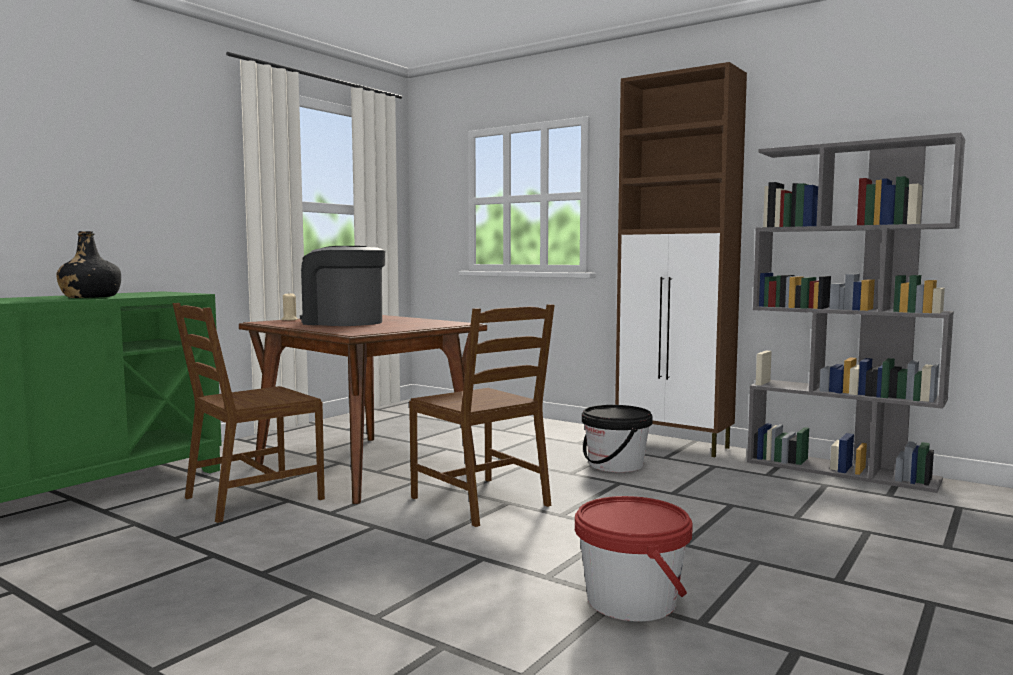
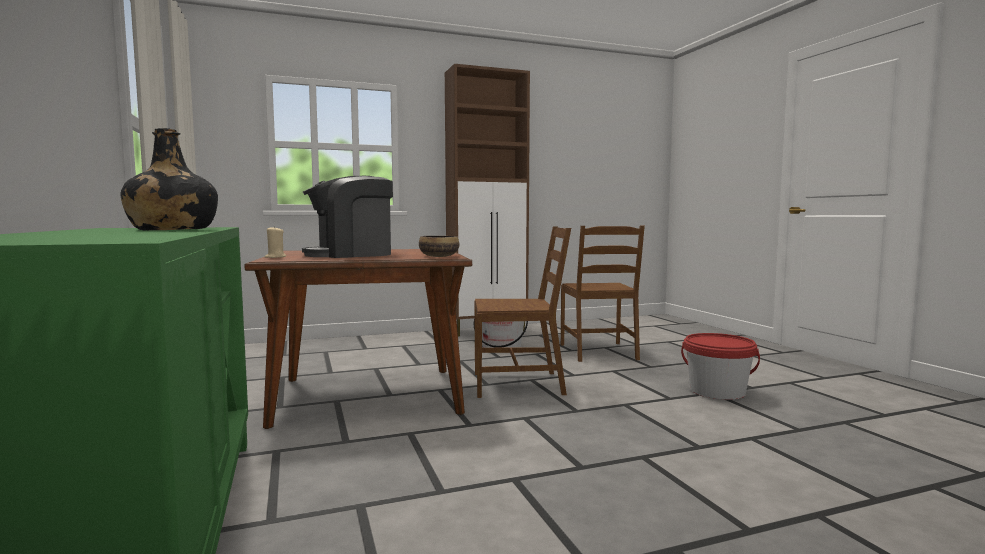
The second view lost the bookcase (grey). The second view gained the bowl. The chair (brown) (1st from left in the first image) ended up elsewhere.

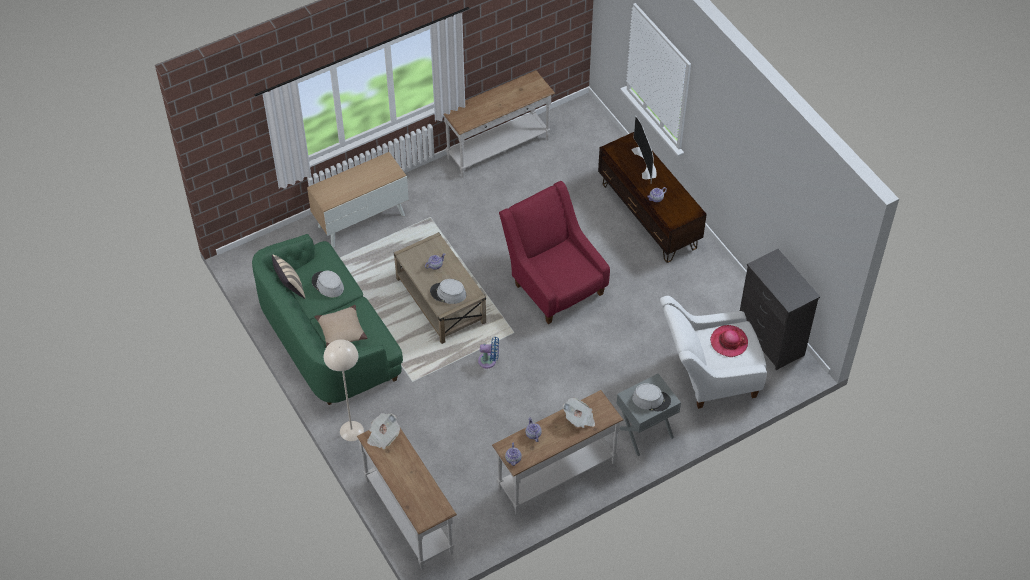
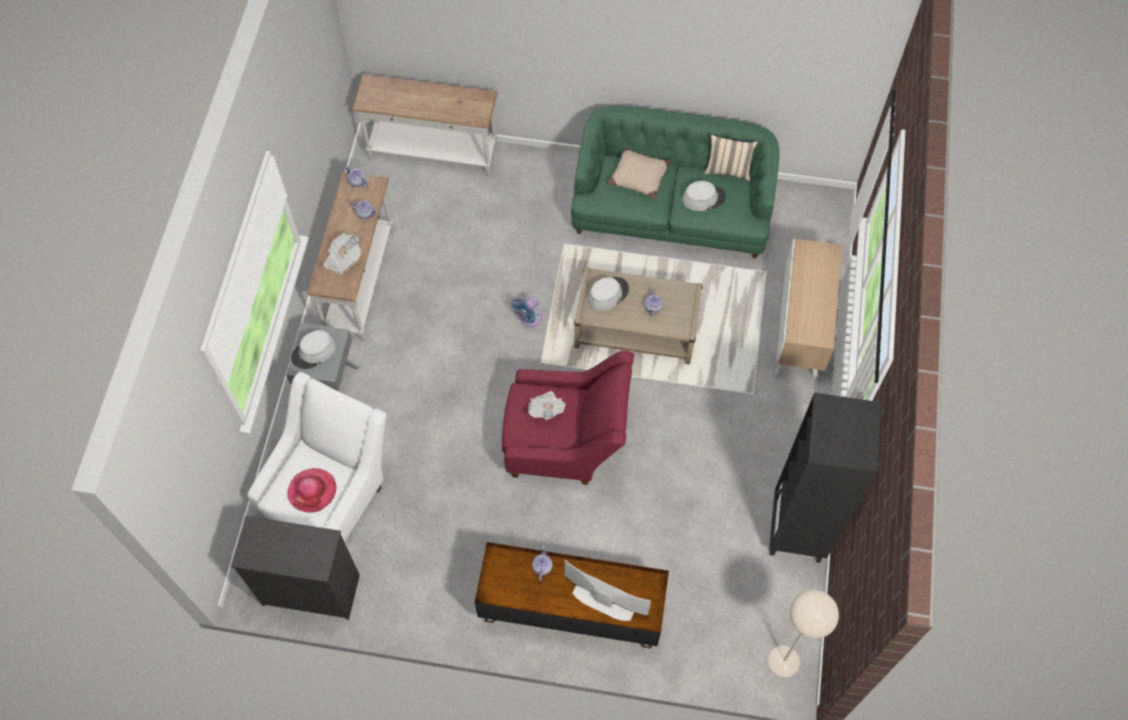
The floor lamp (beige) ended up elsewhere. The newspaper (1st from left in the first image) ended up elsewhere. Where the console table (white) (2nd from left) stood, the bookcase (black) came to stand.

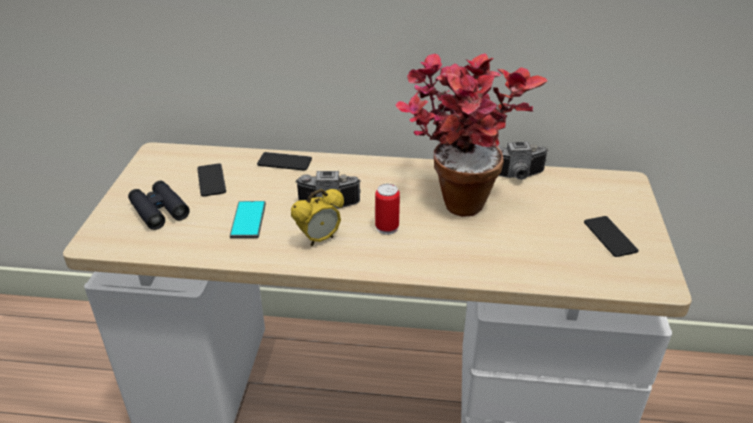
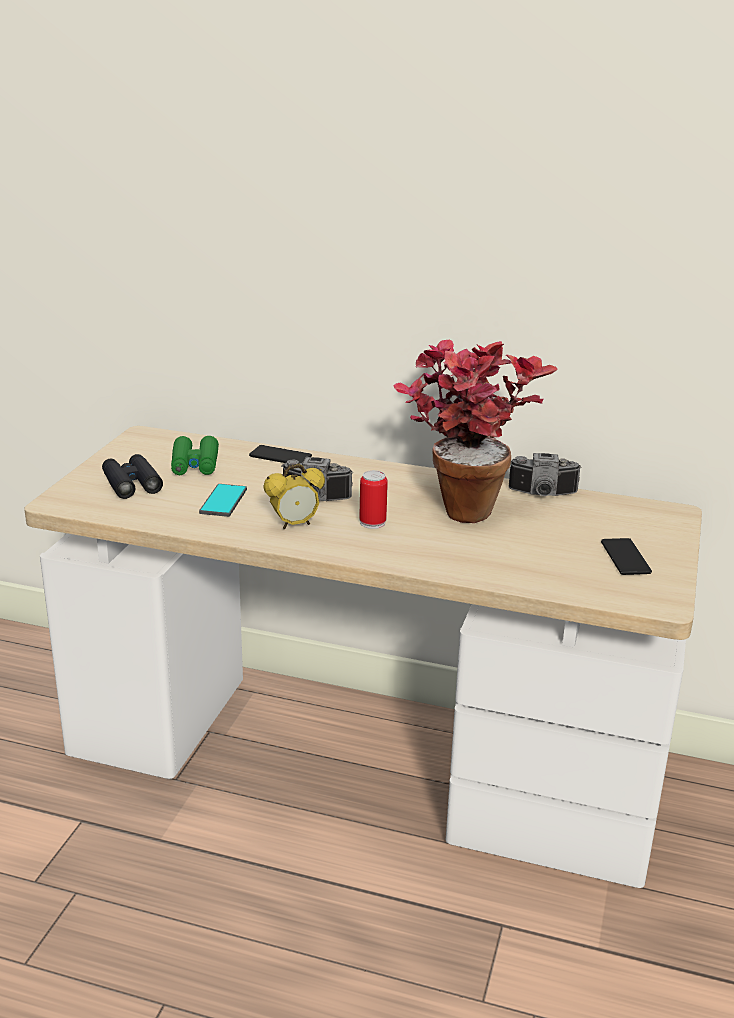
Where the phone (1st from left) stood, the binoculars (green) came to stand.

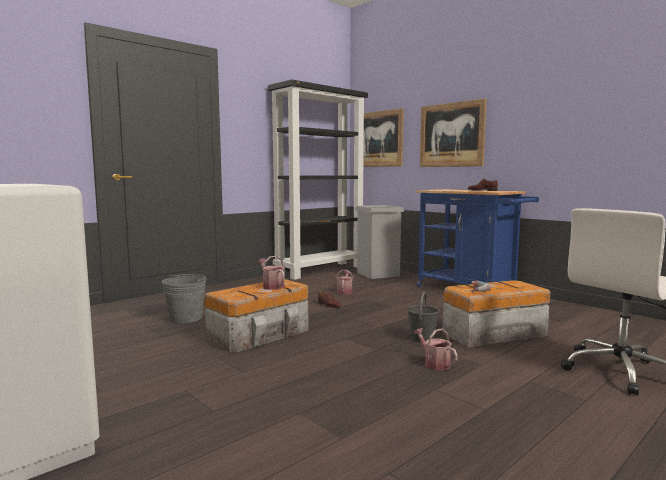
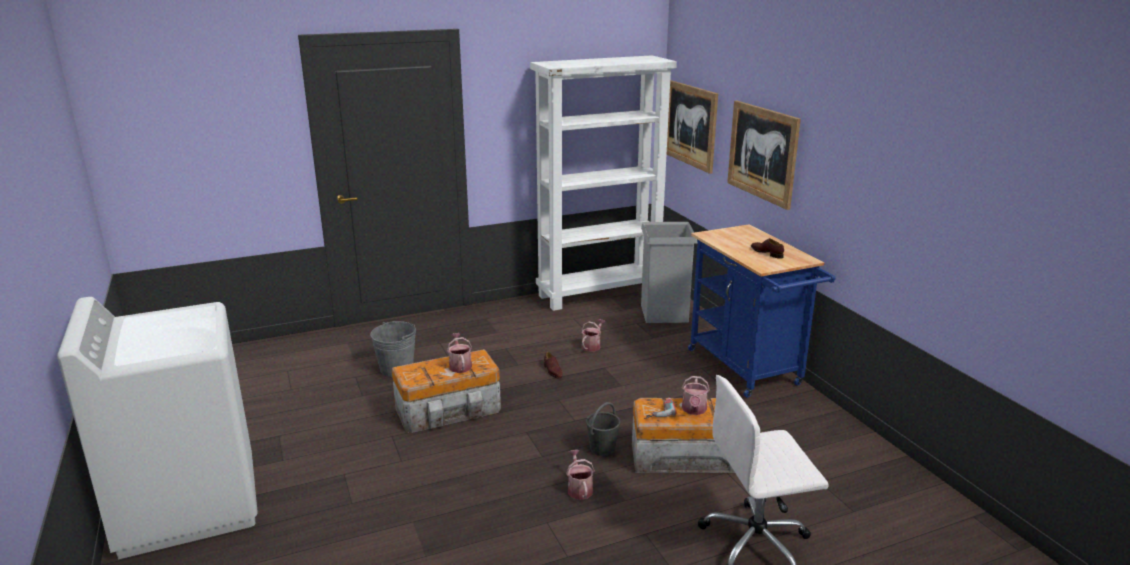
The second view gained the watering can (4th from left). What was the bookcase (black) turned into the bookcase (white).

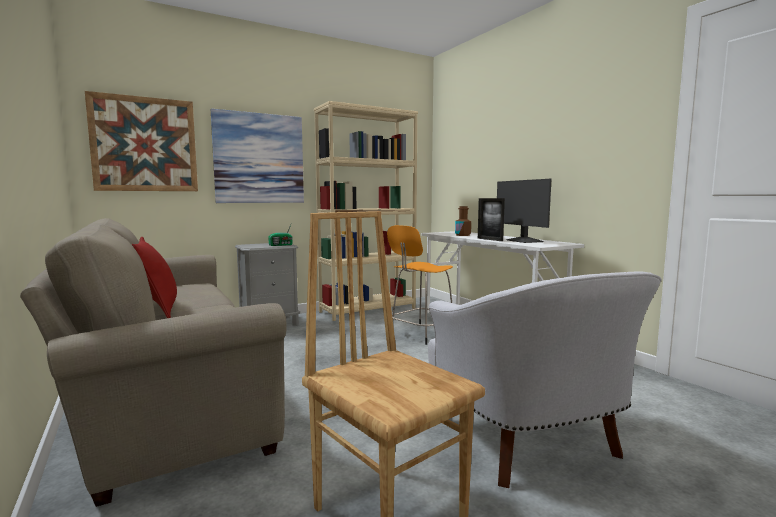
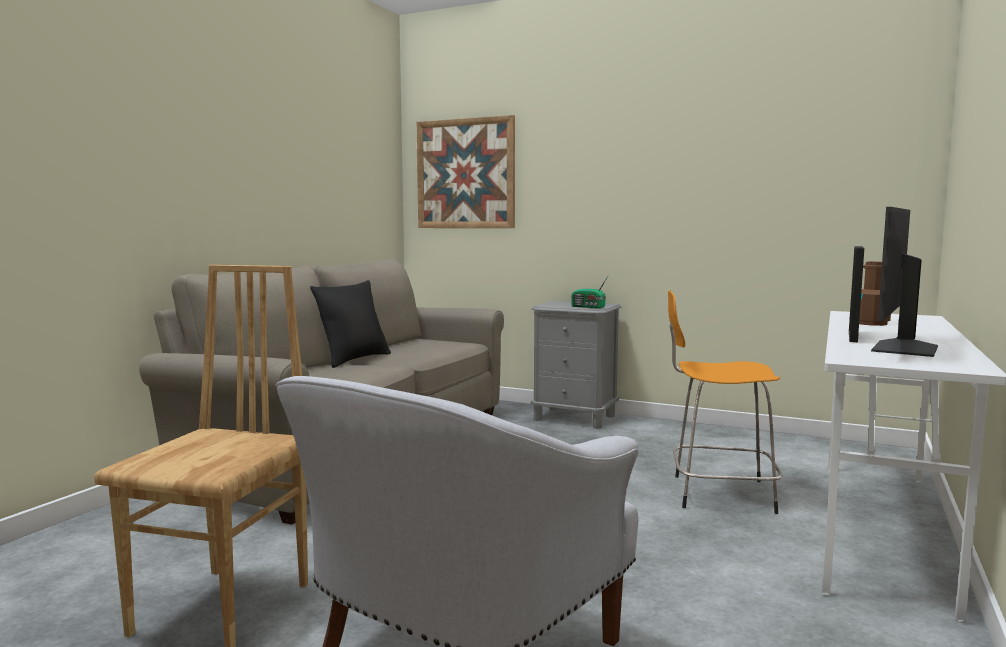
The second view lost the picture (2nd from left). The second view lost the bookcase (beige). What was the pillow (red) turned into the pillow (black).

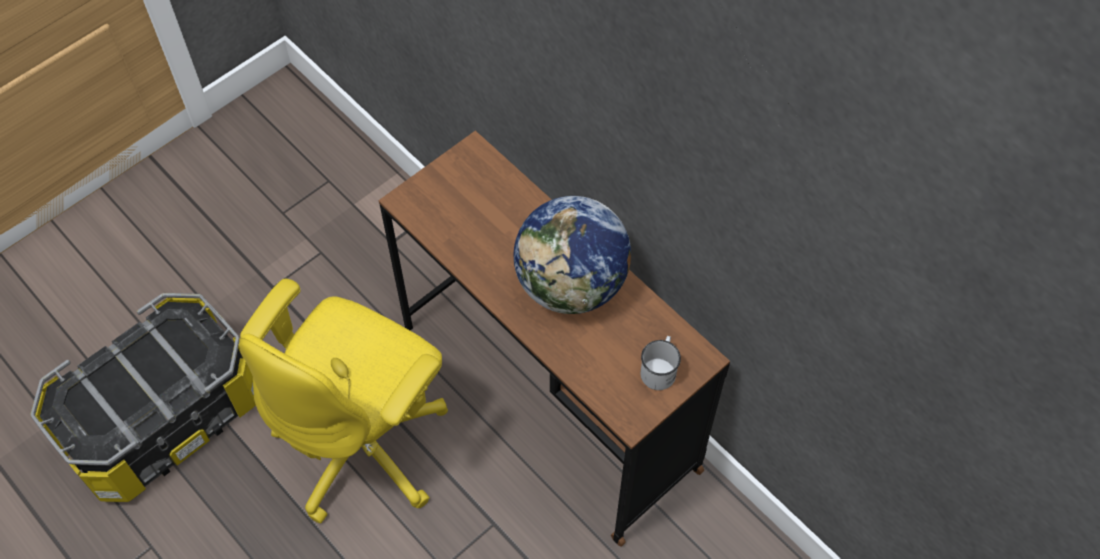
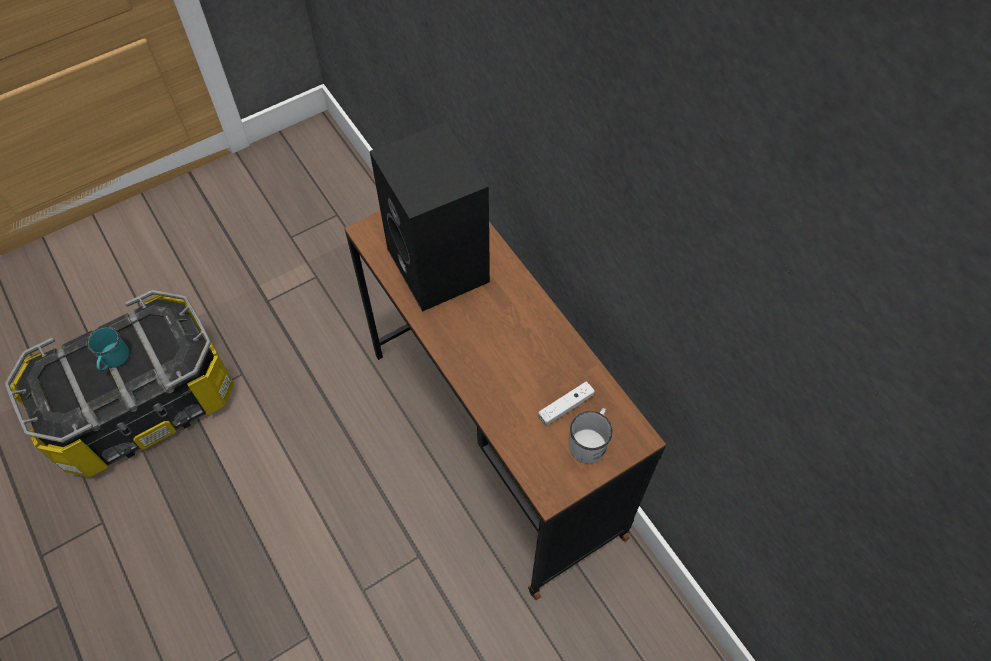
The second view lost the office chair (yellow). The second view lost the globe. The second view gained the mug (turquoise). The second view gained the speaker (black). The second view gained the game controller (white).

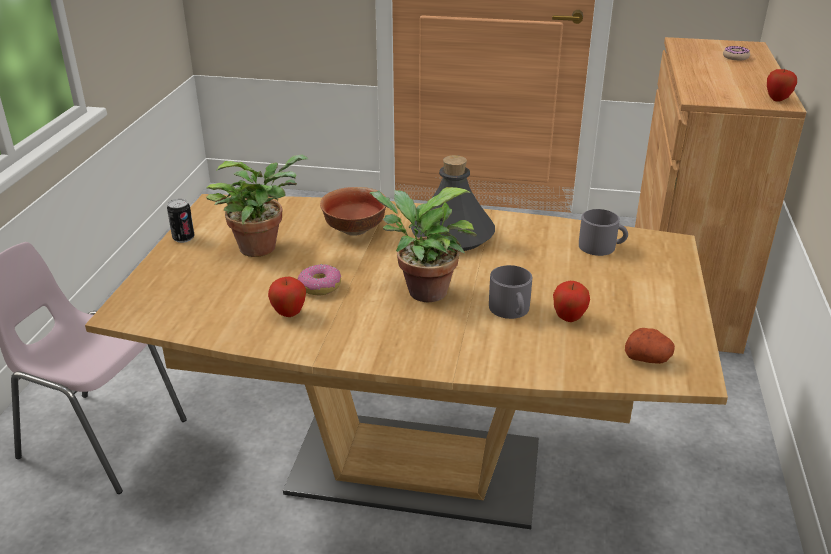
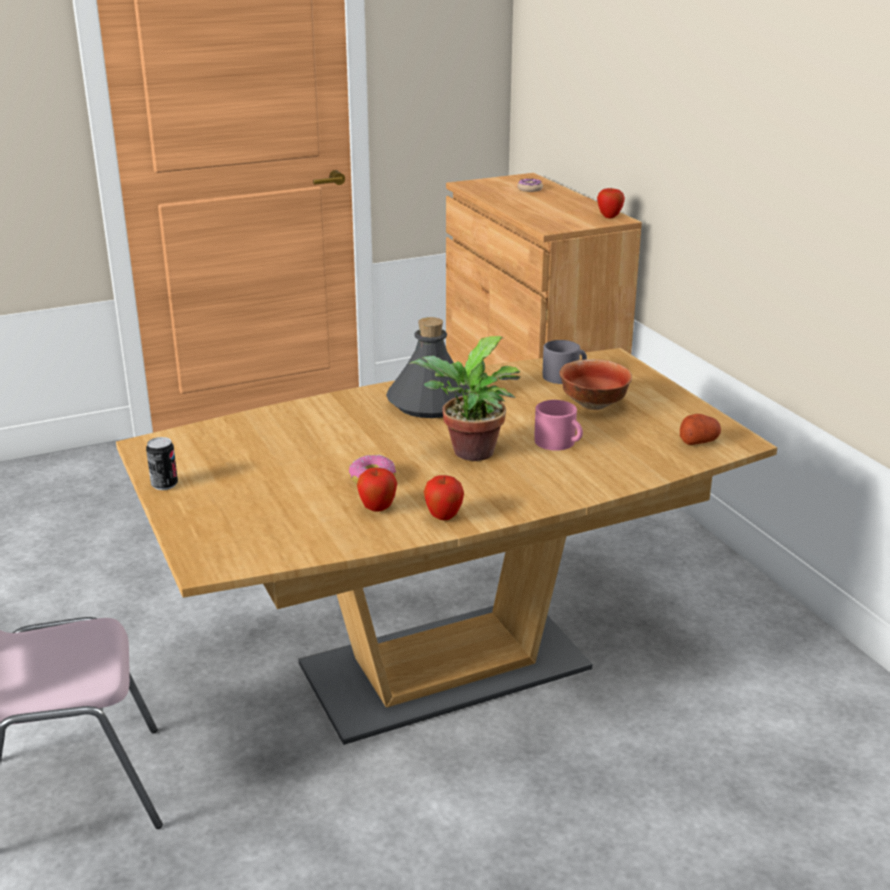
The second view lost the potted plant (1st from left). The bowl ended up elsewhere. The apple (2nd from left) ended up elsewhere. What was the mug (grey) (1st from left) turned into the mug (pink).

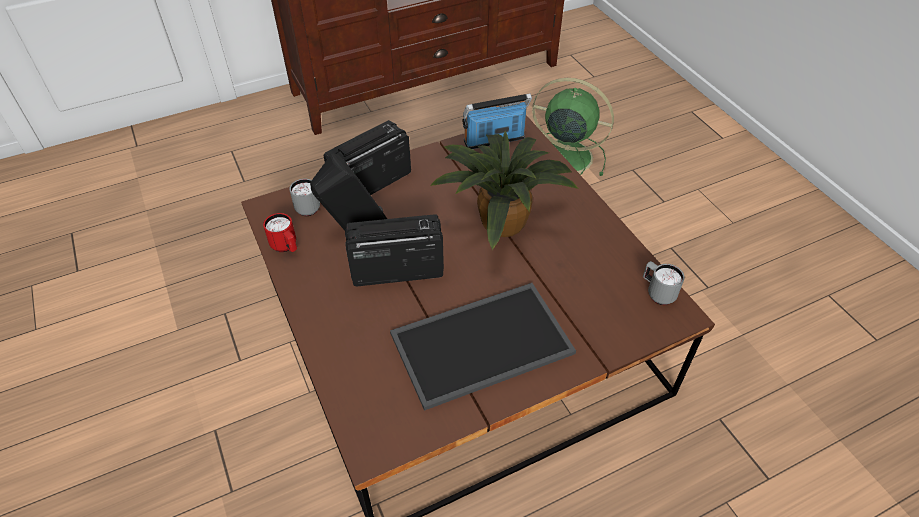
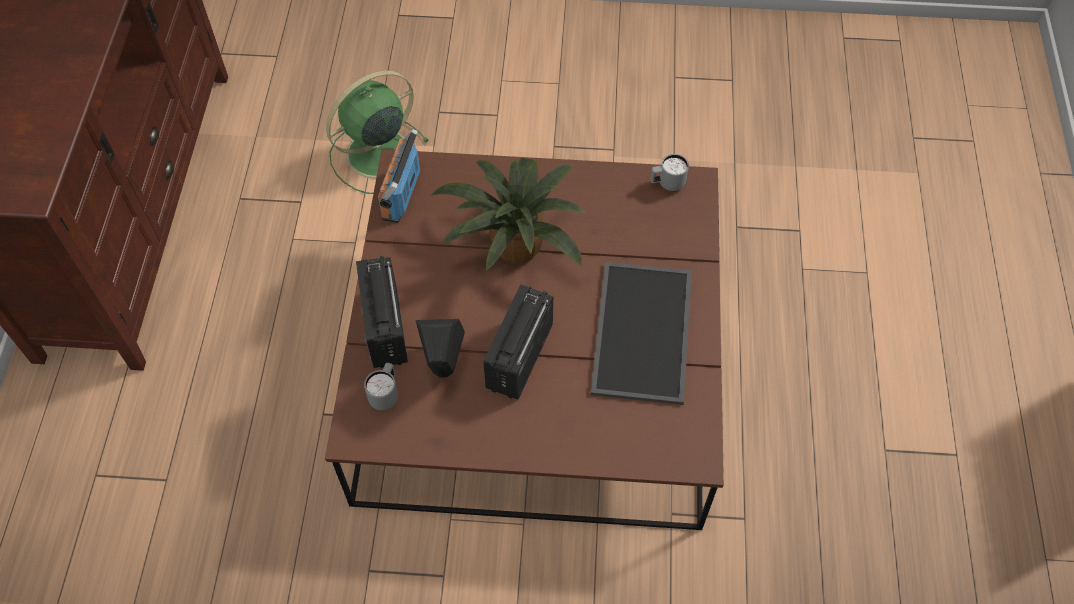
The second view lost the mug (red).

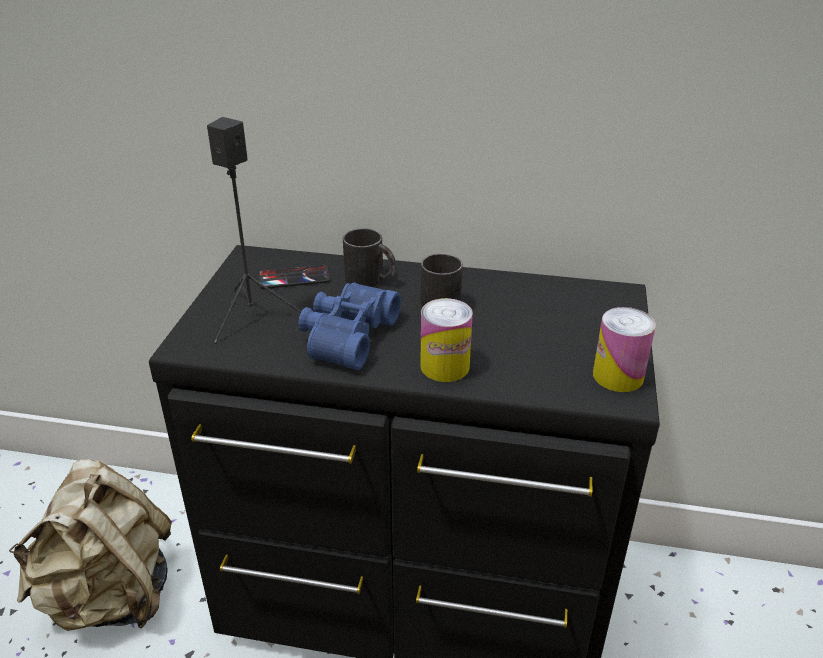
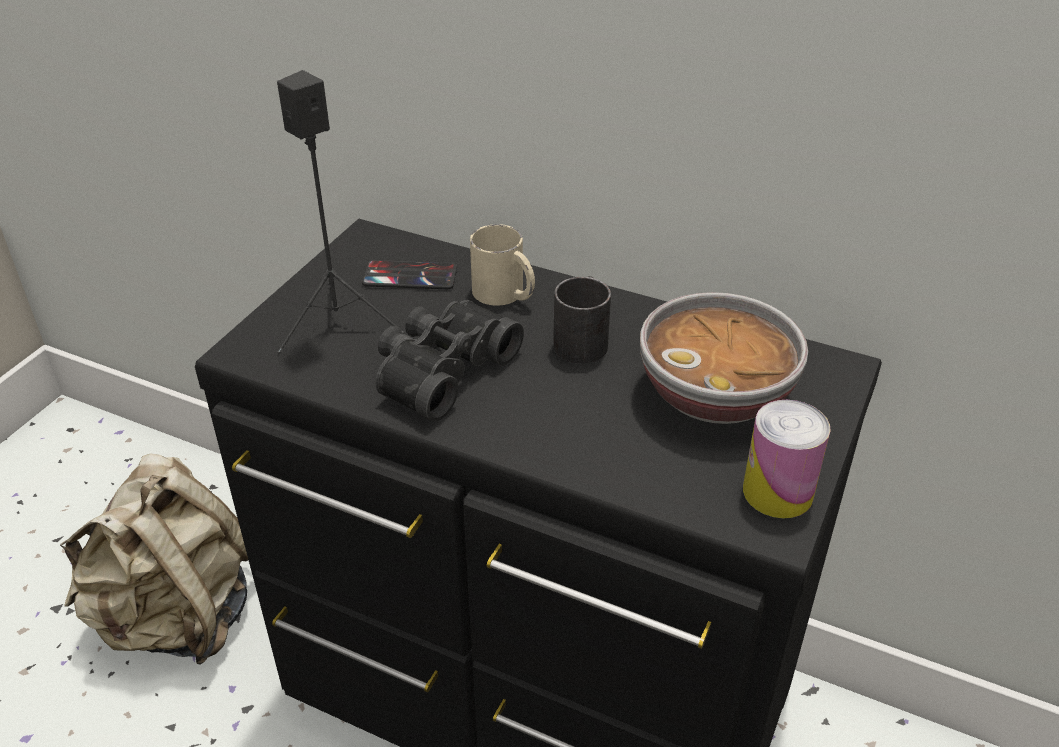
The second view lost the can (1st from left). The second view gained the bowl. What was the binoculars (blue) turned into the binoculars (black). What was the mug (black) (1st from left) turned into the mug (beige).

